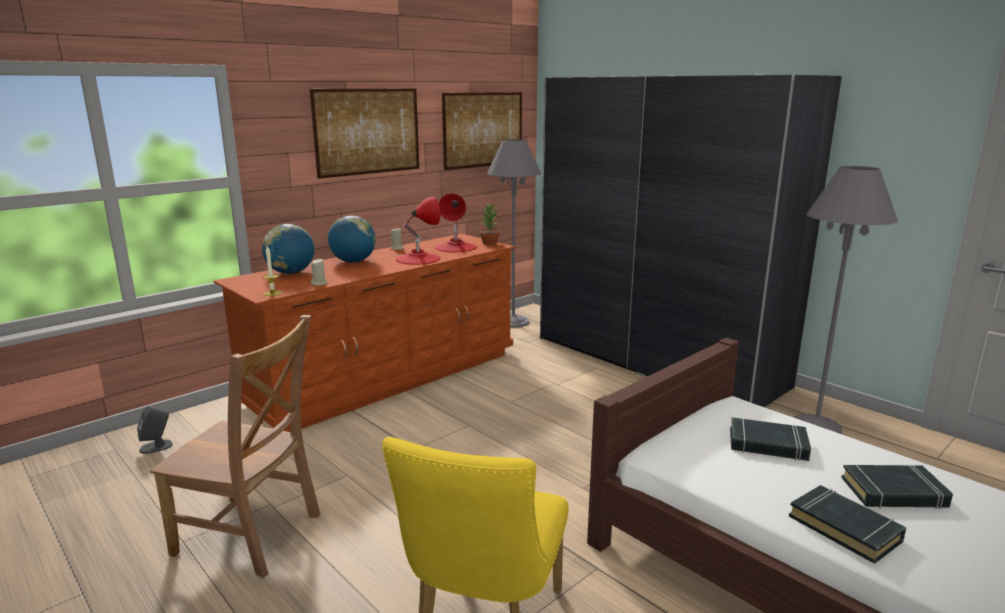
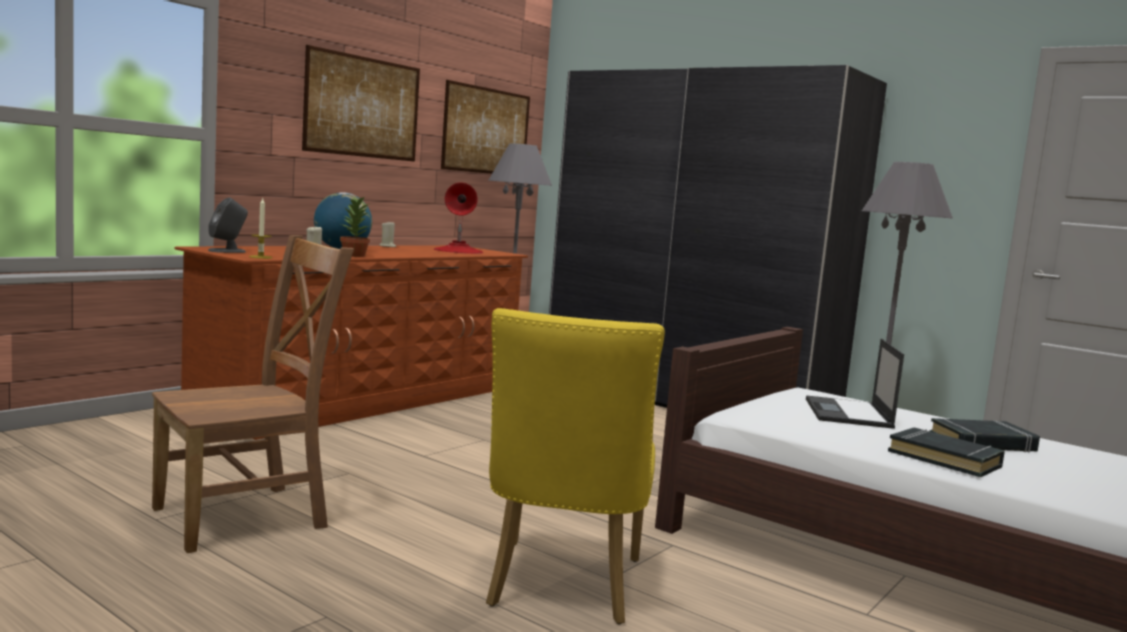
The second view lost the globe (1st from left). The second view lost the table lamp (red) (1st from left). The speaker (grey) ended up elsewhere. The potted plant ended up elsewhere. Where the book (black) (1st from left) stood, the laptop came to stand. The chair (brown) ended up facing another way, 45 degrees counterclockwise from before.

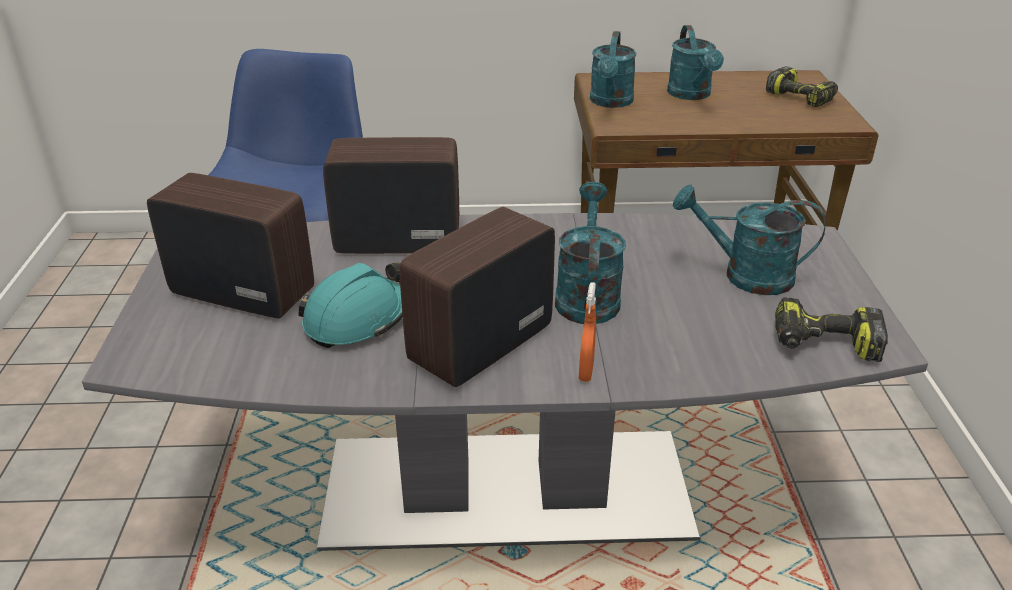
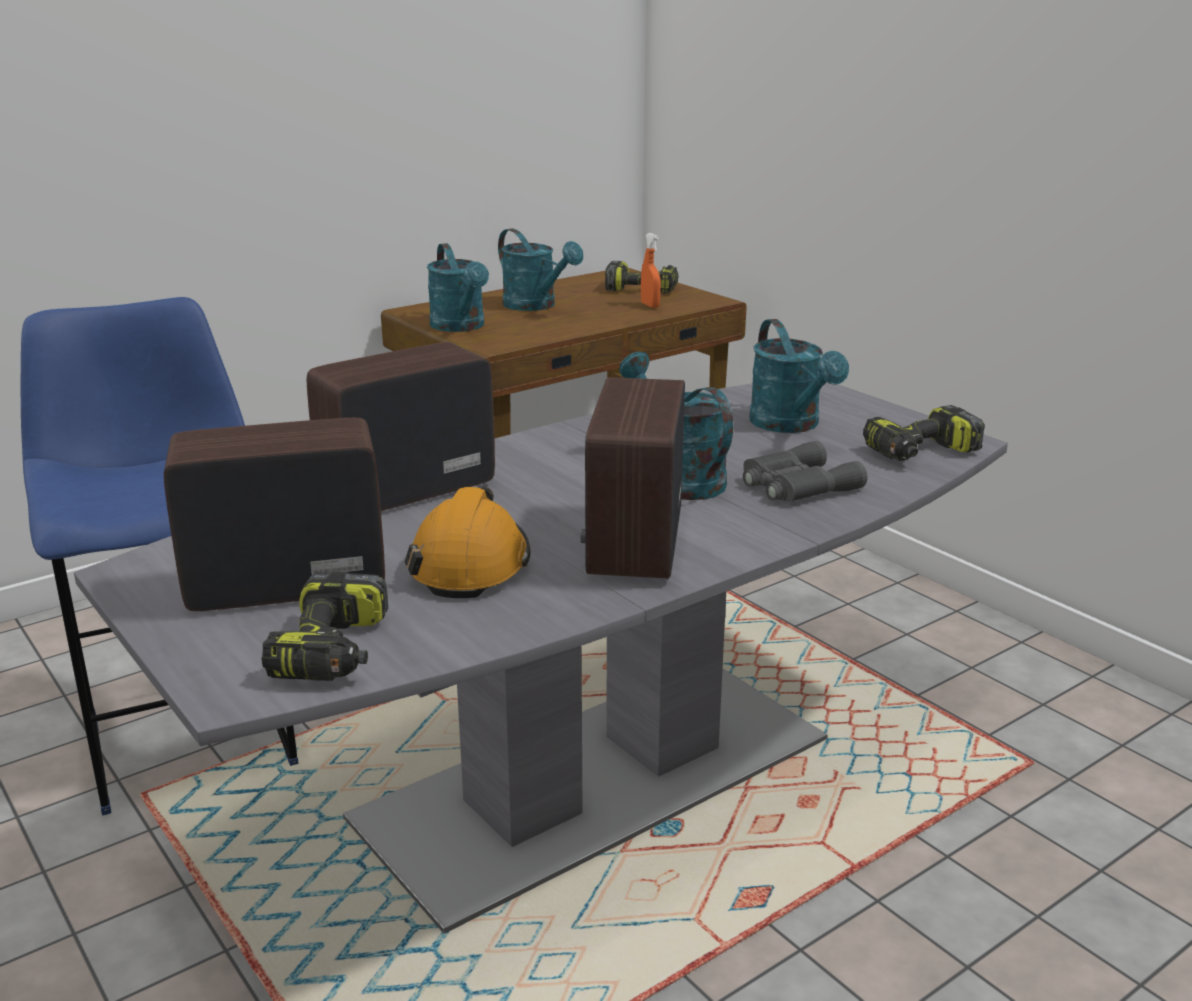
The second view gained the power drill (1st from left). The second view gained the binoculars (grey). The spray bottle (orange) ended up elsewhere. What was the hard hat (turquoise) turned into the hard hat (orange). The watering can (turquoise) (4th from left) ended up facing another way, 90 degrees counterclockwise from before.

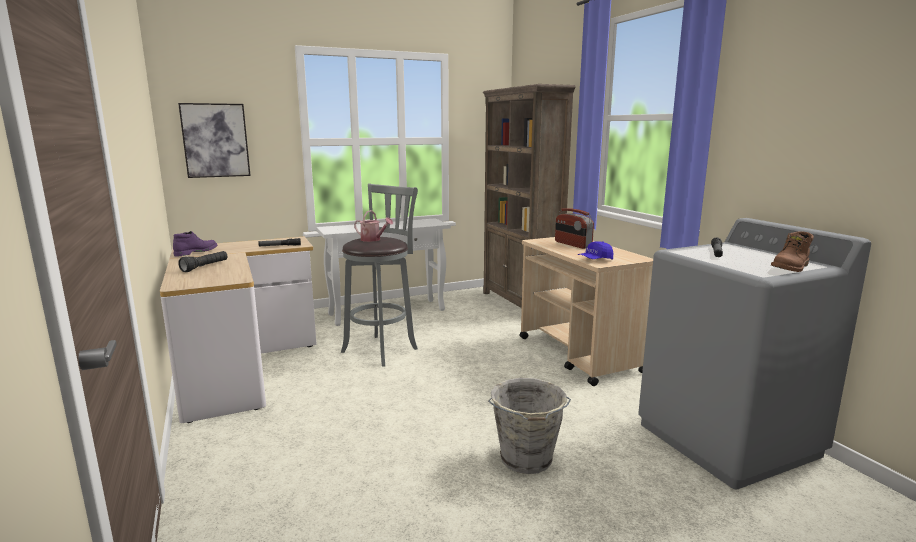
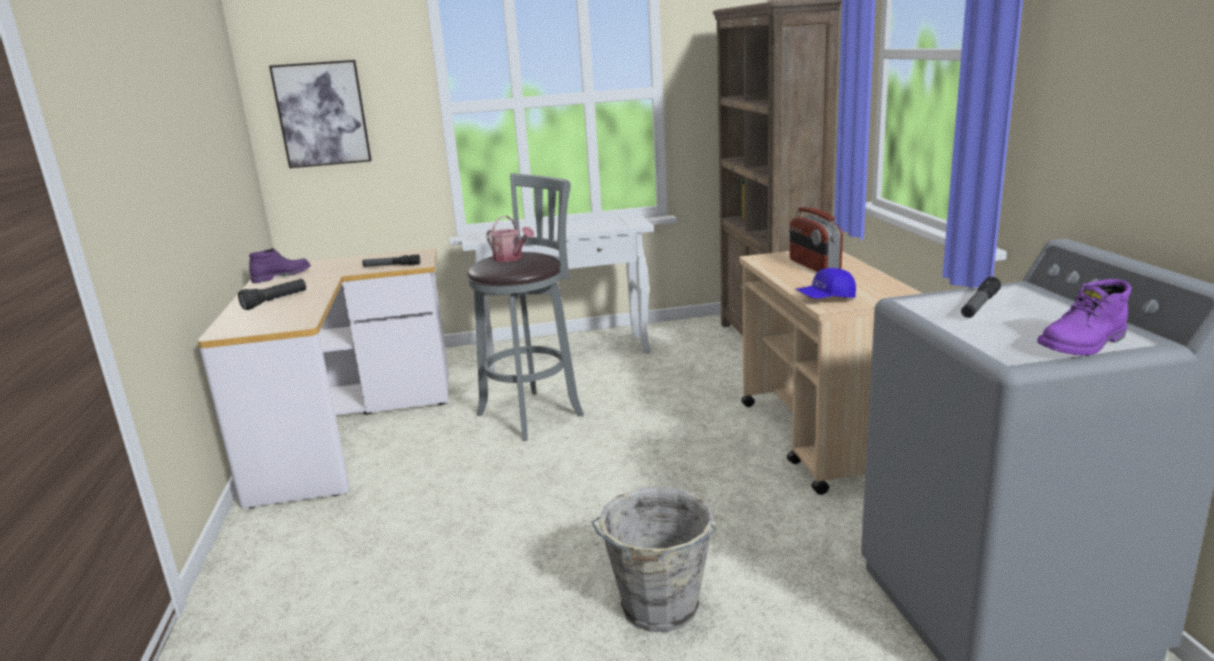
What was the boot (brown) turned into the boot (purple) (2nd from left).

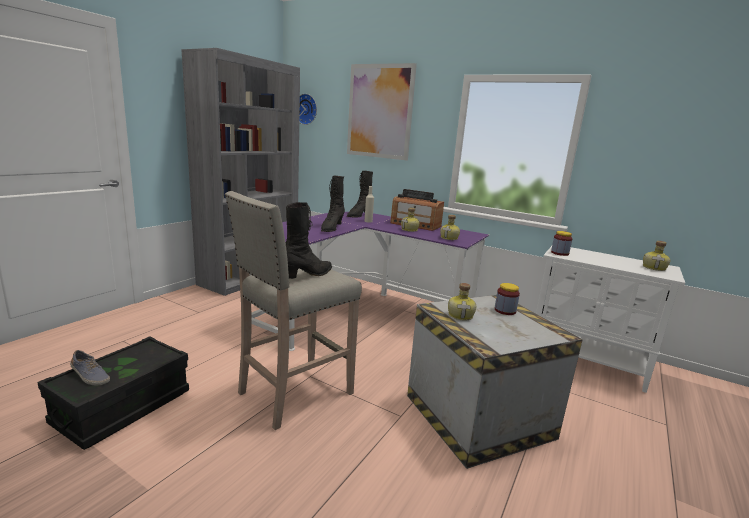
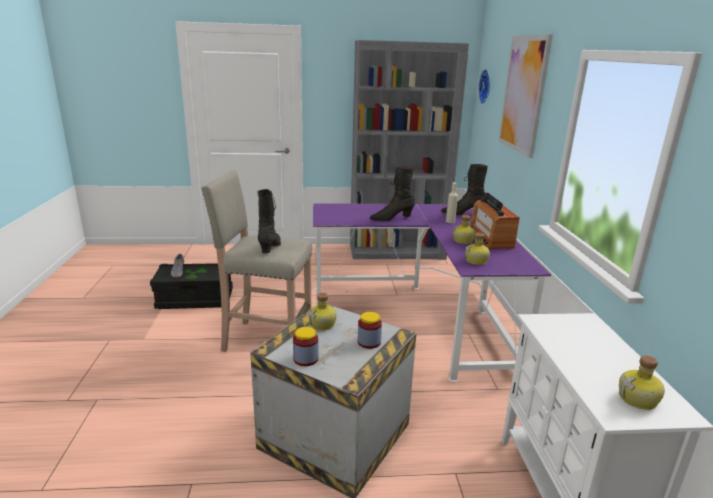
The jar (2nd from left in the first image) ended up elsewhere. The boot (black) (1st from left) ended up facing another way, 90 degrees counterclockwise from before.

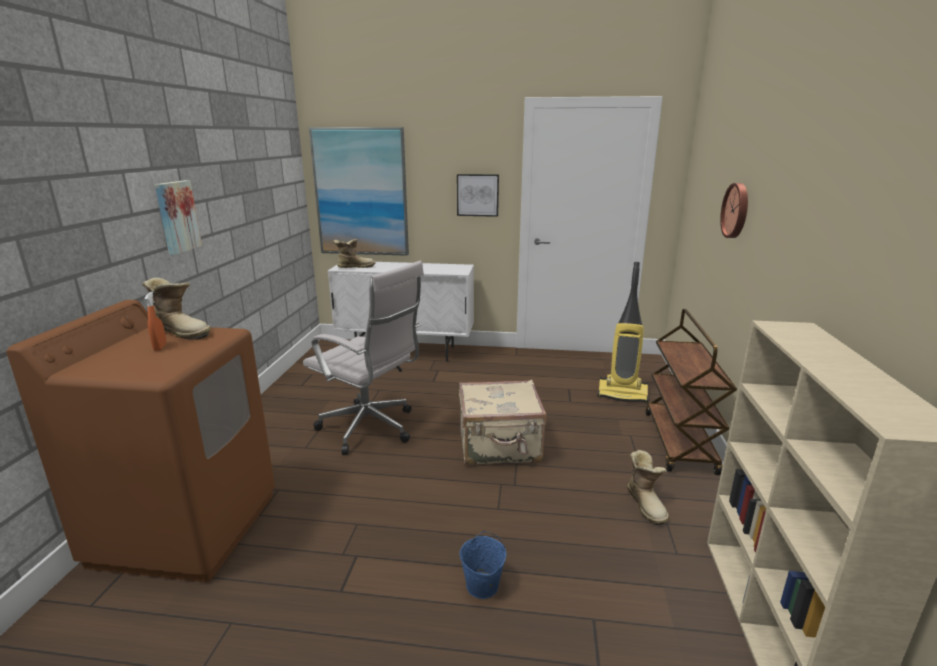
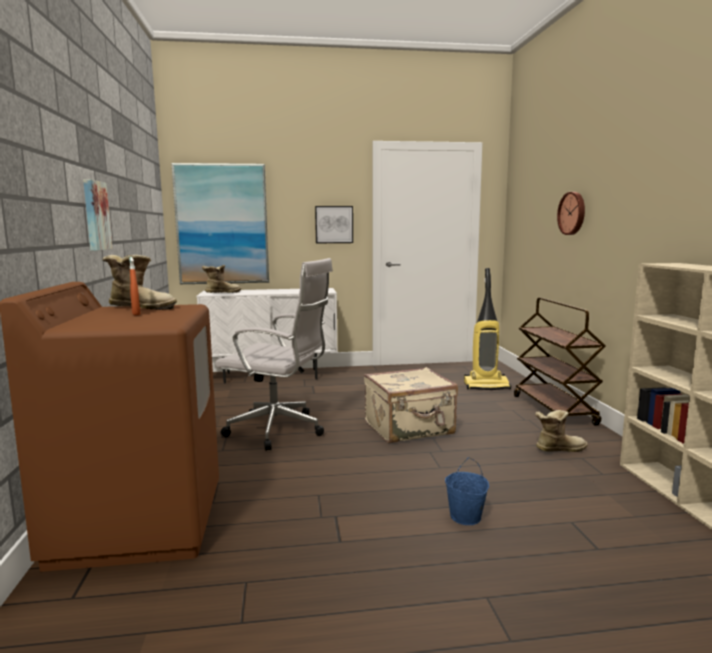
The boot (3rd from left) ended up facing another way, 75 degrees counterclockwise from before.

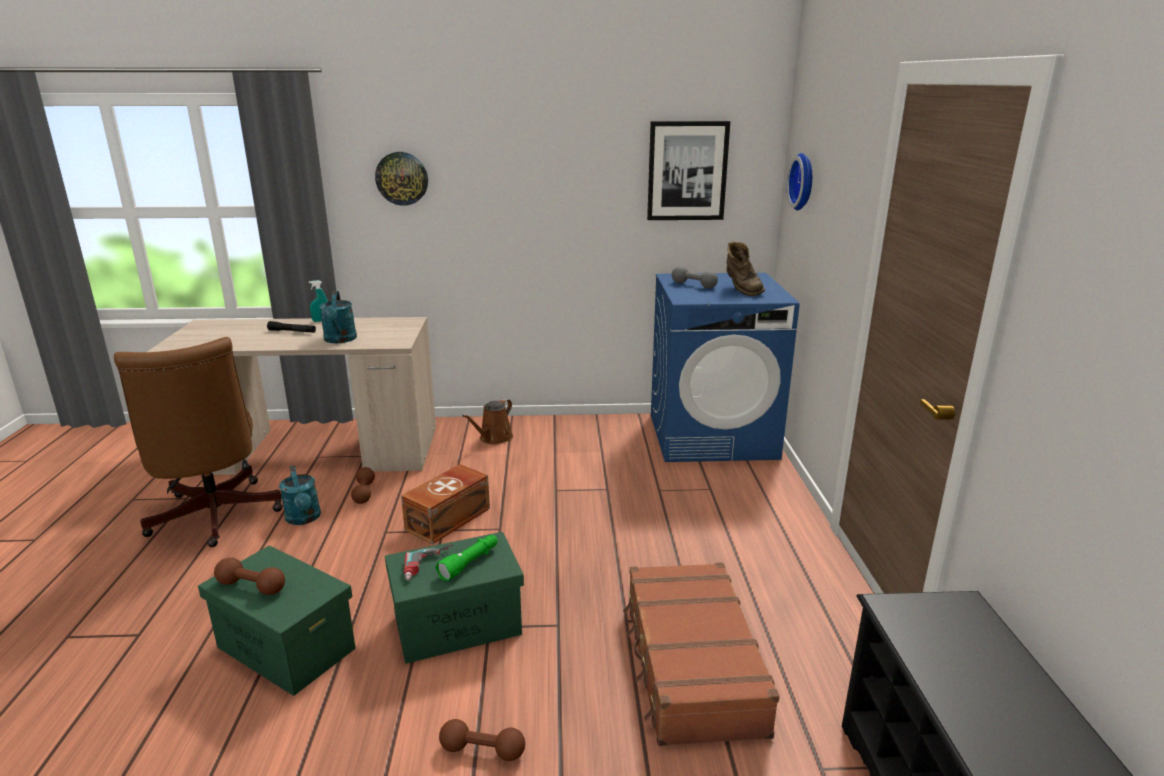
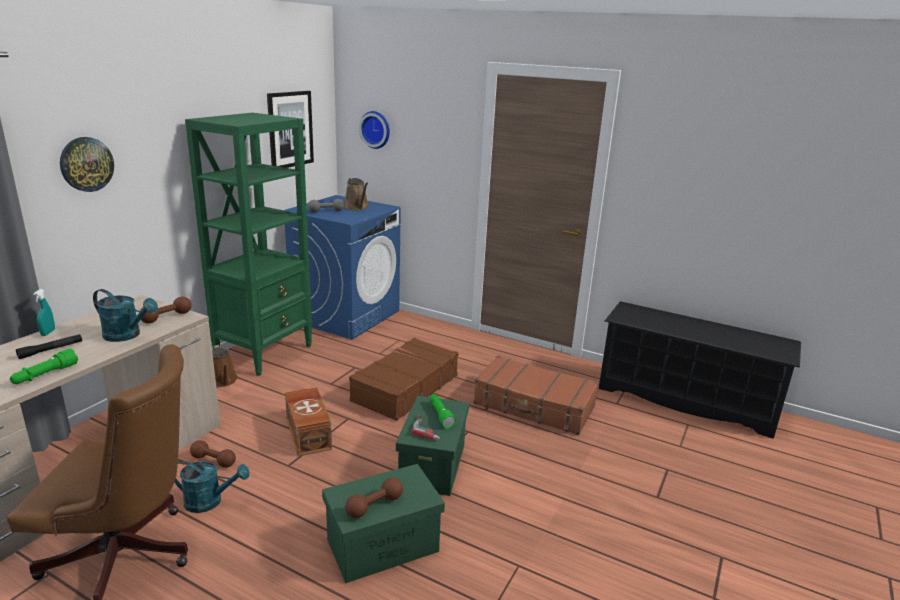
The second view gained the flashlight (green) (1st from left). The second view gained the bookcase (green). The second view gained the suitcase (brown) (1st from left). The dumbbell (brown) (3rd from left in the first image) ended up elsewhere. Where the boot (brown) stood, the watering can (brown) (2nd from left) came to stand.

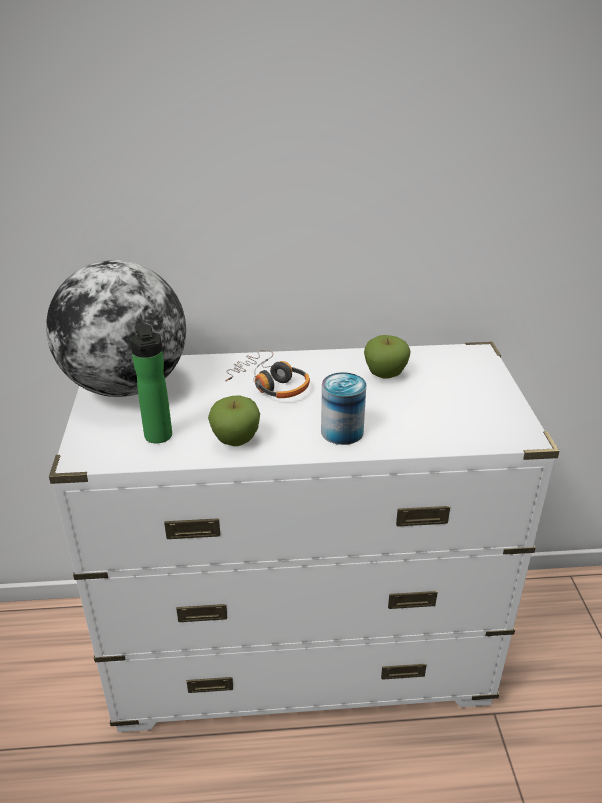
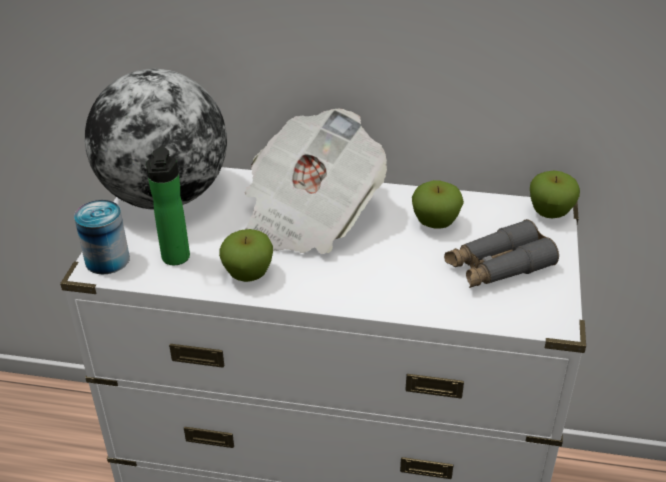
The second view gained the binoculars (grey). The second view gained the apple (3rd from left). The can ended up elsewhere. Where the headphones stood, the newspaper came to stand.

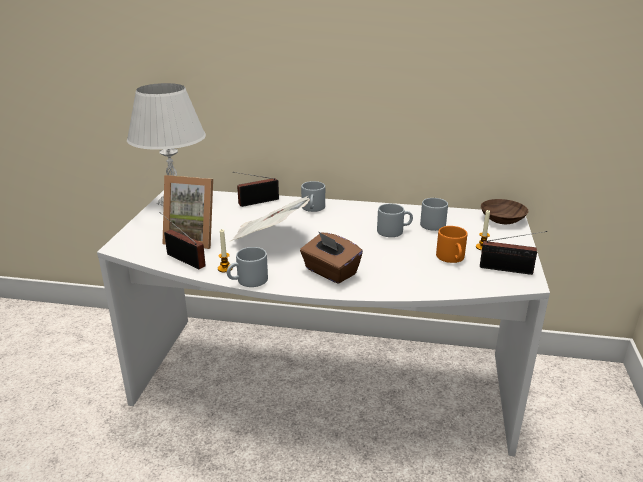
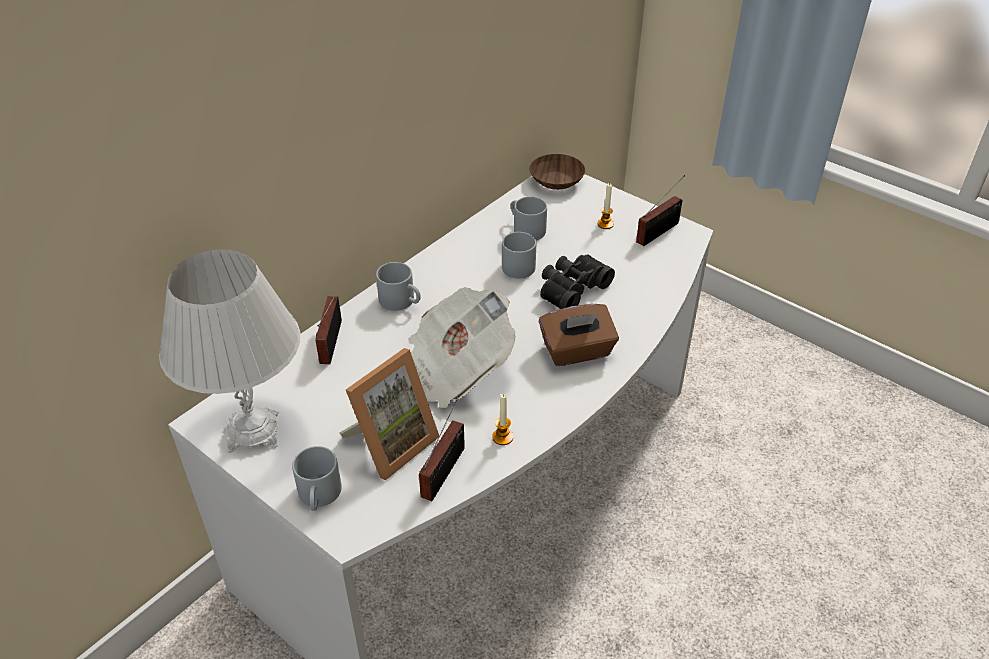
The second view lost the mug (orange). The second view gained the binoculars (black). The mug (grey) (1st from left) ended up elsewhere. The radio (1st from left in the first image) ended up facing another way, 135 degrees clockwise from before.

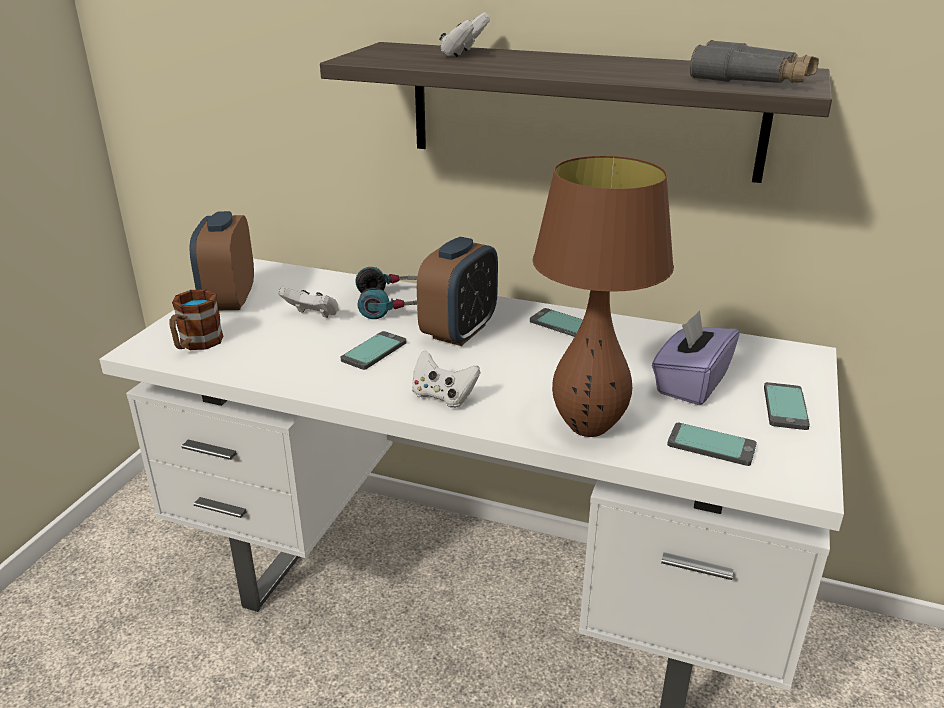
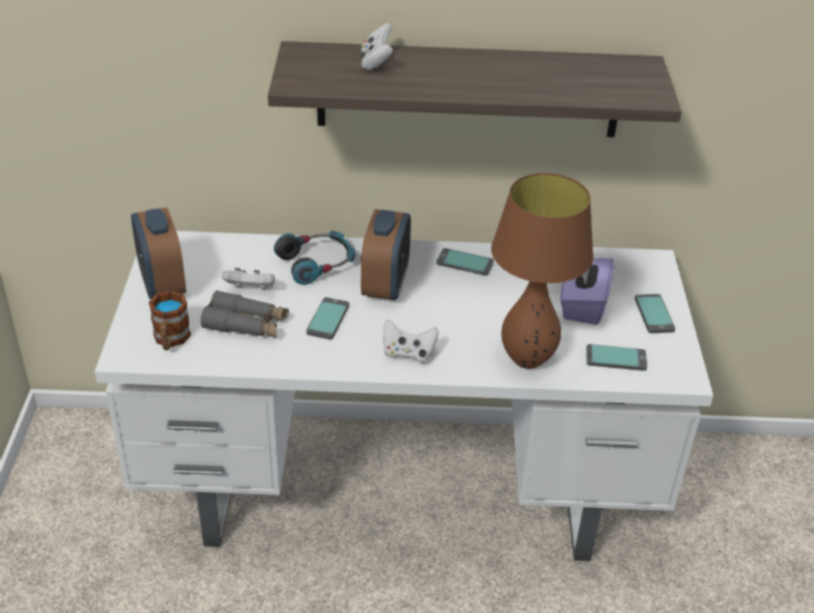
The binoculars (grey) ended up elsewhere.

